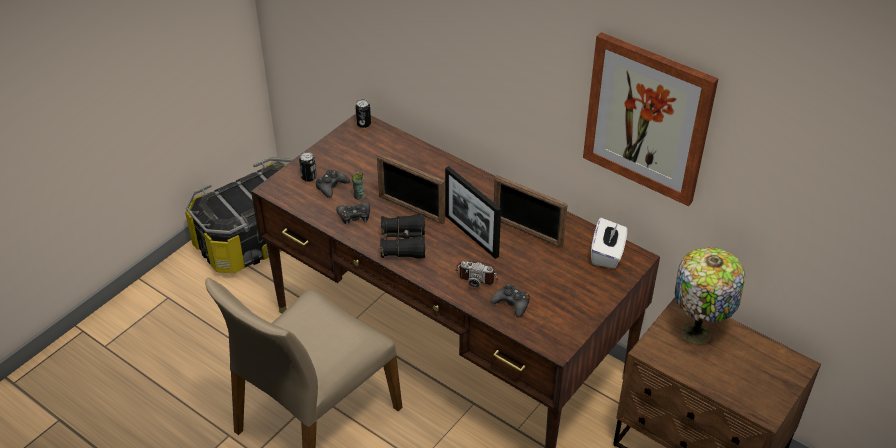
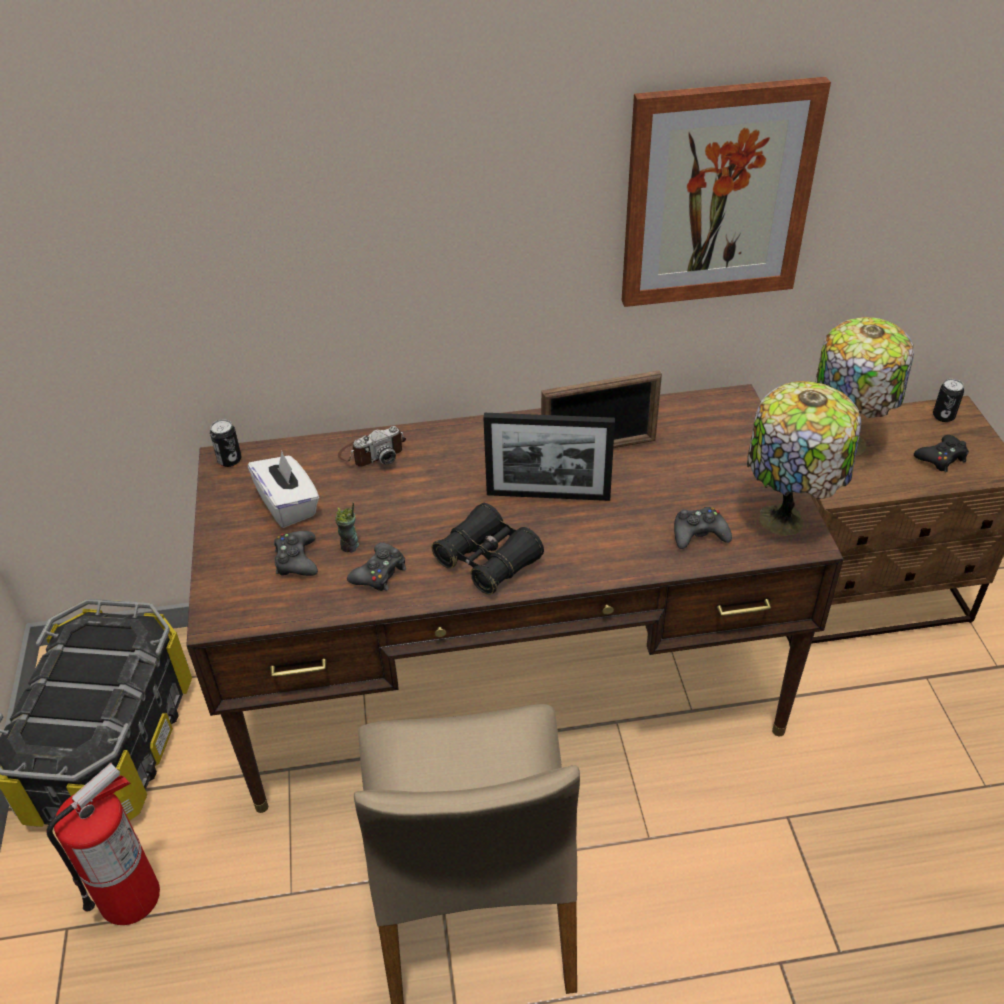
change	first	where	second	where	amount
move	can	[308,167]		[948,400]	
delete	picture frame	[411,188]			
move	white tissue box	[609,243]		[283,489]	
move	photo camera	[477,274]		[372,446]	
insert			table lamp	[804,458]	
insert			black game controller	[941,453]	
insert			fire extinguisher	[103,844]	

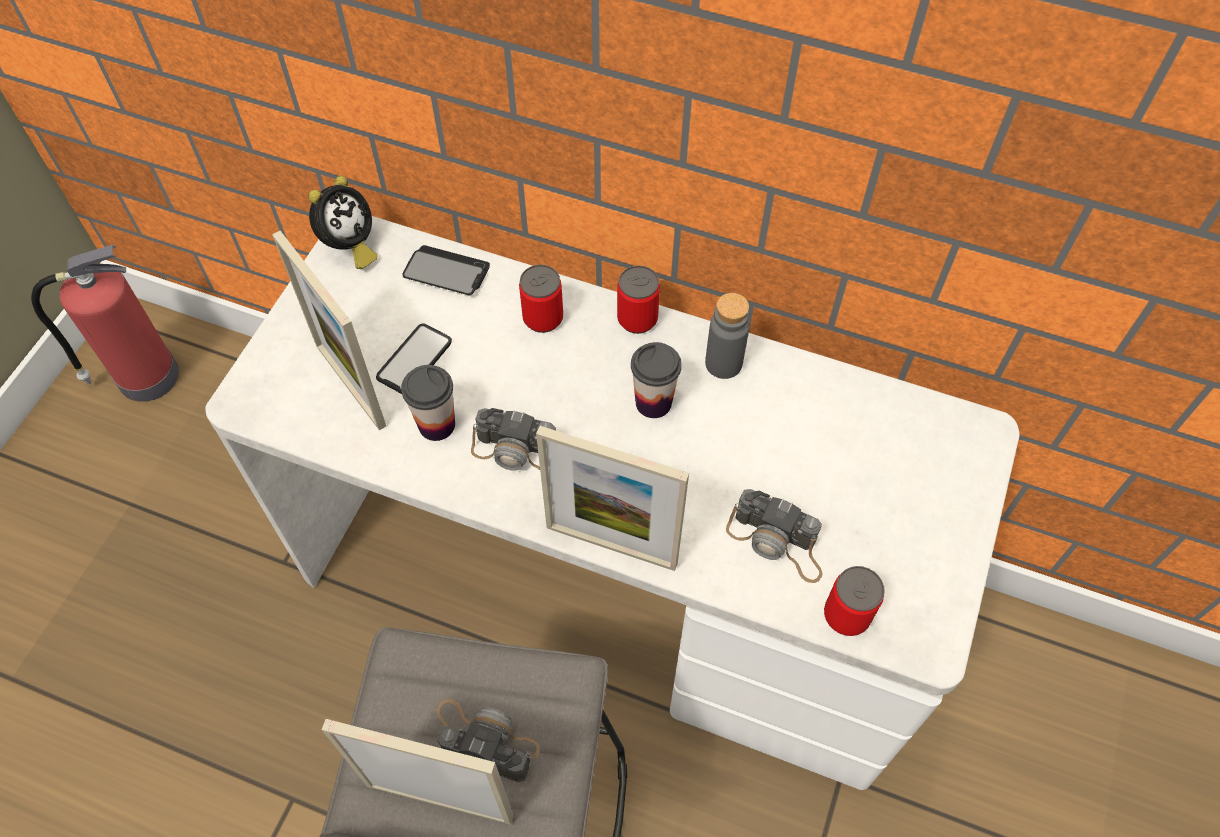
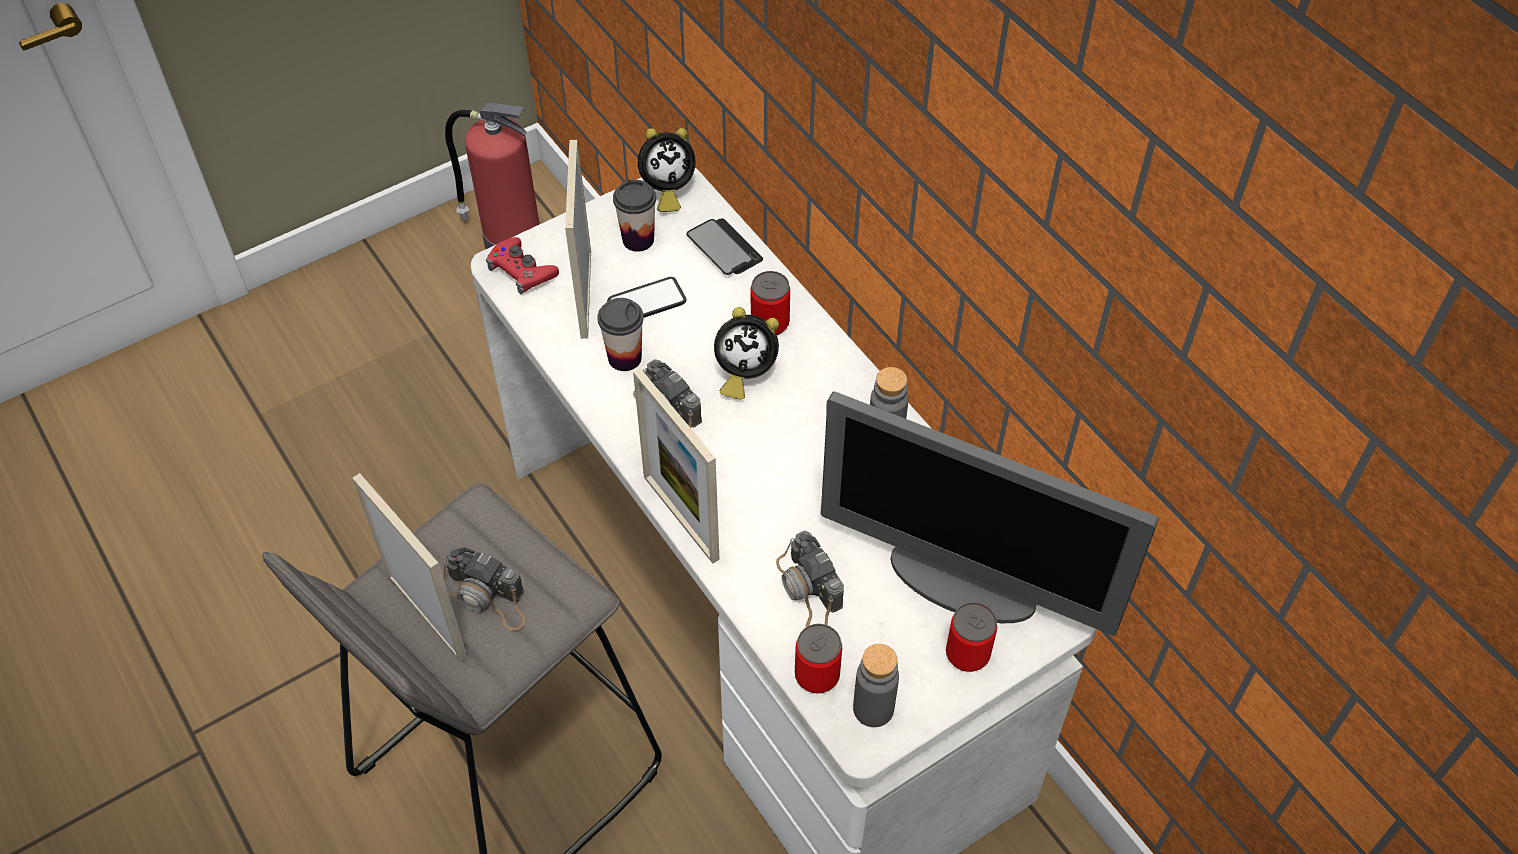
change	first	where	second	where	amount
move	can	[638,300]		[971,637]	
move	cup	[656,380]		[634,216]	
rotate	photo camera	[488,740]		[484,588]	150 degrees clockwise
insert			red game controller	[522,265]	
insert			alarm clock	[746,353]	
insert			monitor	[989,513]	
insert			grey bottle	[876,685]	

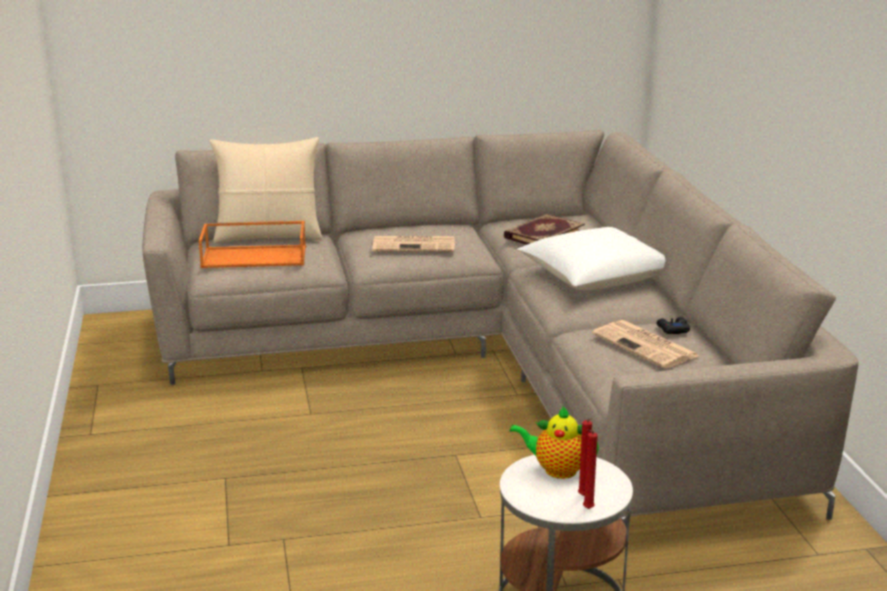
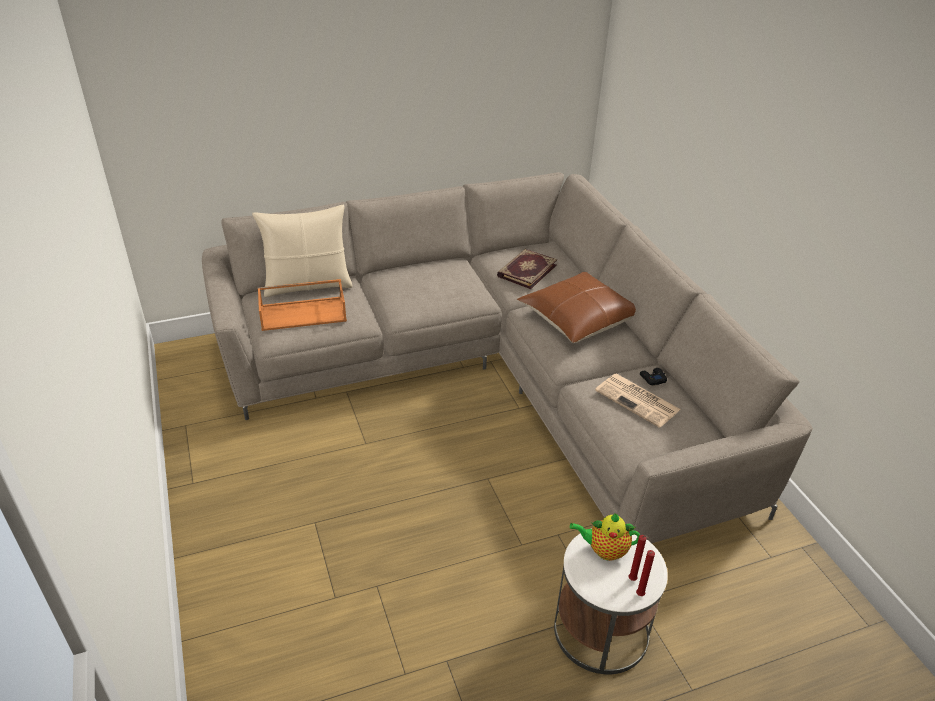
change	first	where	second	where	amount
recolor	white pillow	[591,259]	brown pillow	[576,307]	
delete	newspaper	[413,244]			

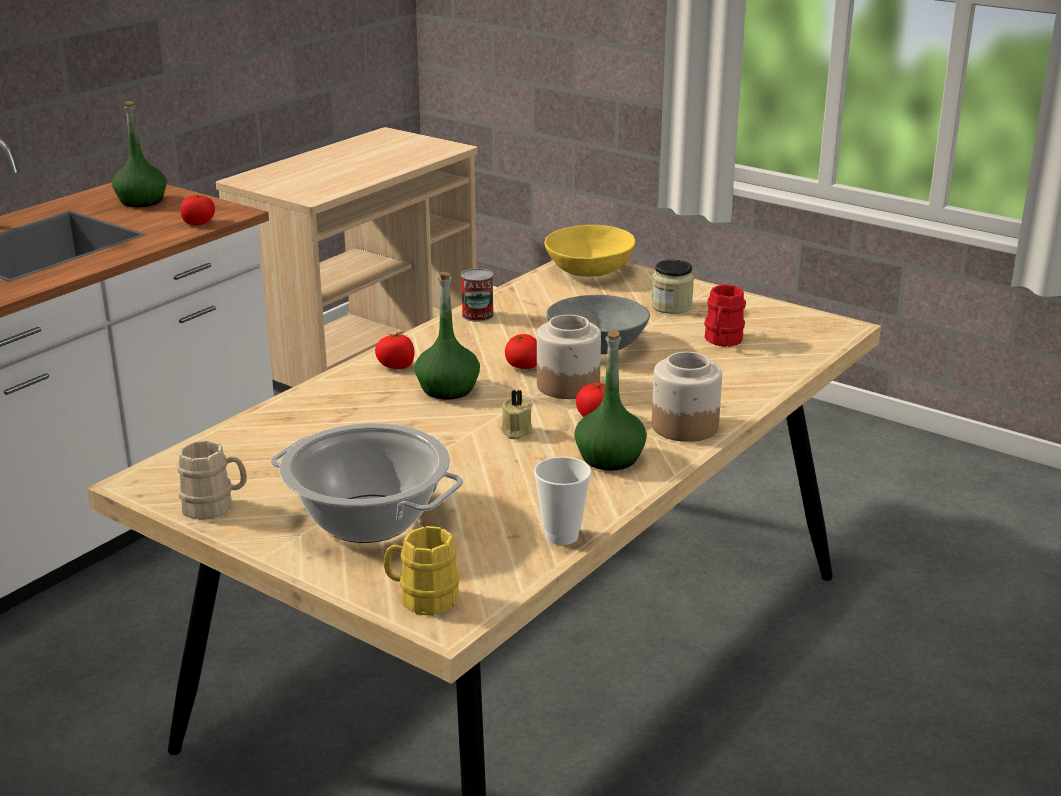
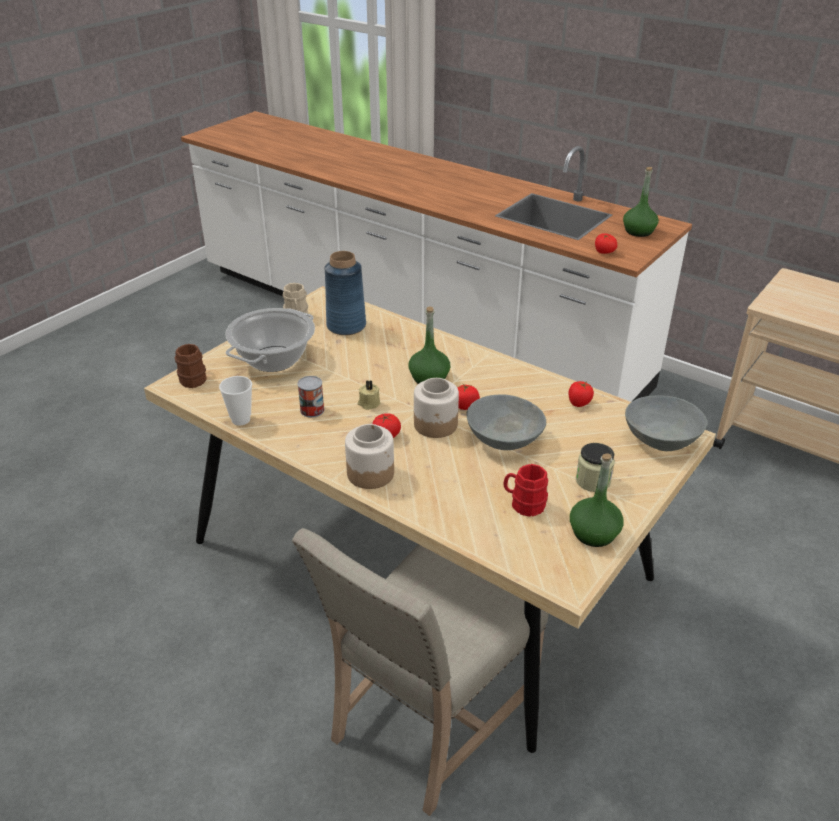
change	first	where	second	where	amount
recolor	yellow bowl	[590,251]	grey bowl	[666,423]	
move	can	[477,295]		[310,397]	
move	green bottle	[610,400]		[597,500]	
move	tomato	[394,350]		[581,394]	
recolor	yellow mug	[422,571]	brown mug	[191,366]	
insert			blue vase	[345,293]	
insert			beige chair	[420,672]	

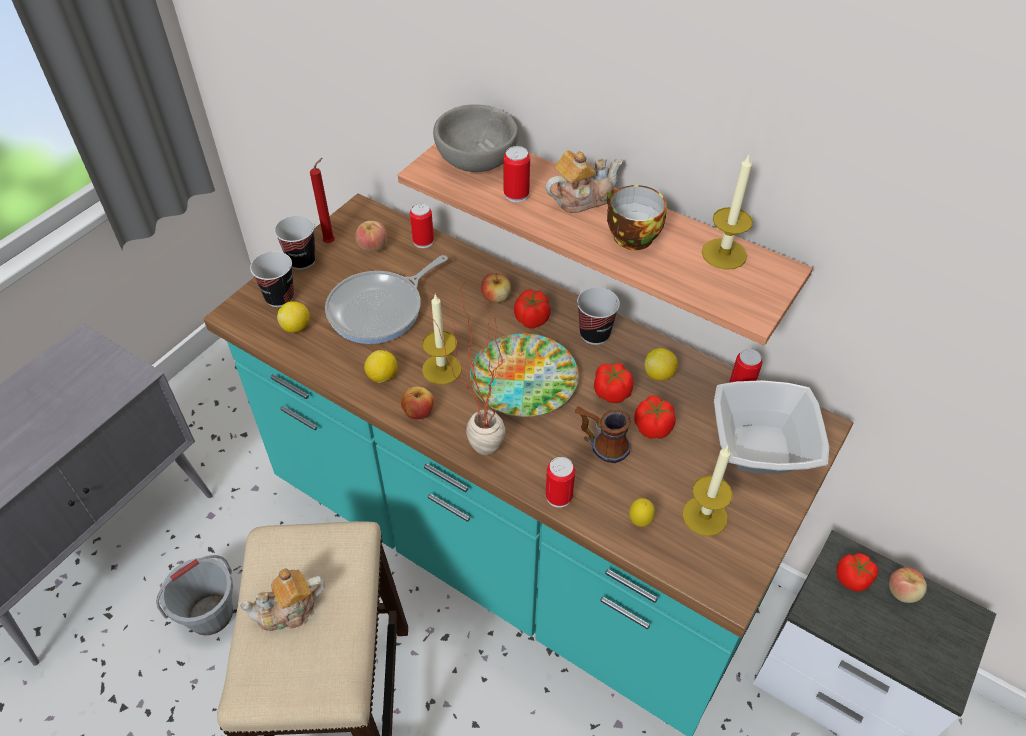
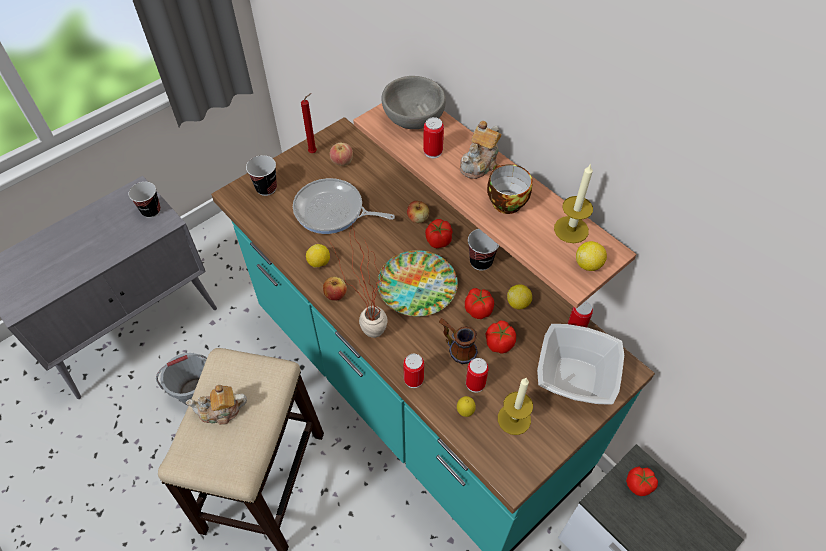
change	first	where	second	where	amount
rotate	teapot	[584,181]		[480,150]	135 degrees clockwise
move	can	[422,225]		[477,375]	
move	cup	[295,242]		[144,200]	
rotate	frying pan	[386,299]		[344,206]	45 degrees clockwise
delete	candle	[442,339]			
move	lemon	[293,317]		[591,256]	
delete	apple	[908,585]			

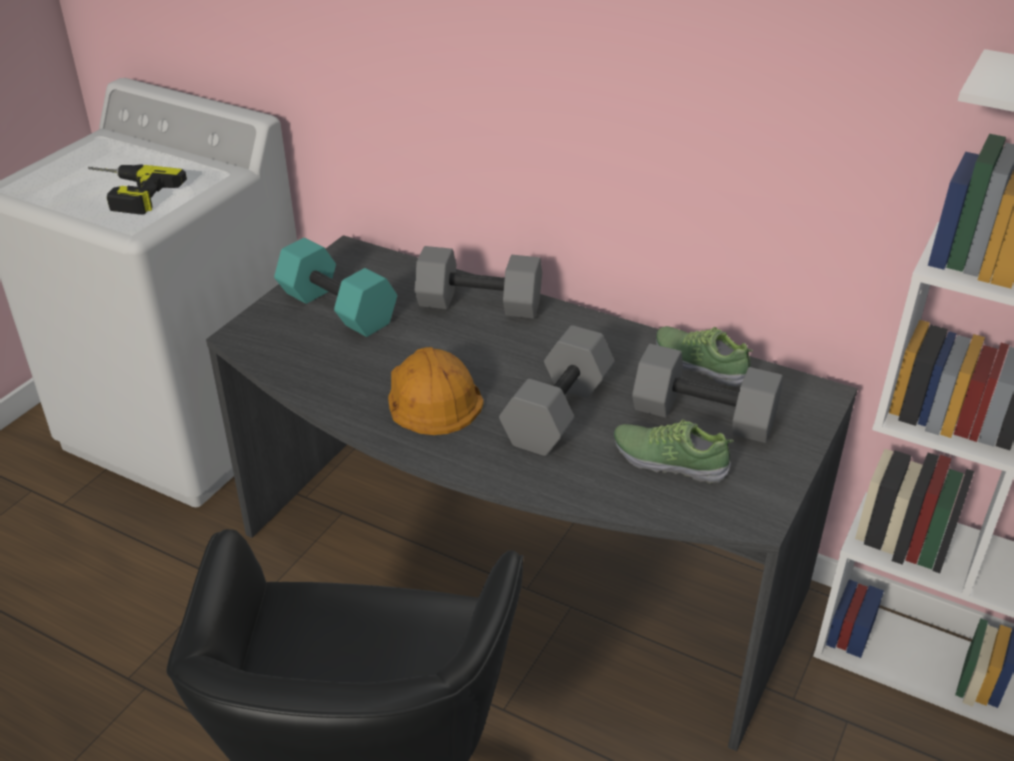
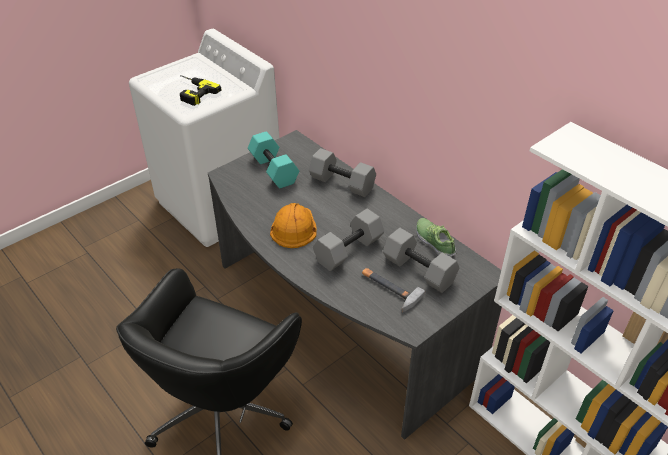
change	first	where	second	where	amount
replace	shoe	[674,451]	hammer	[393,290]	

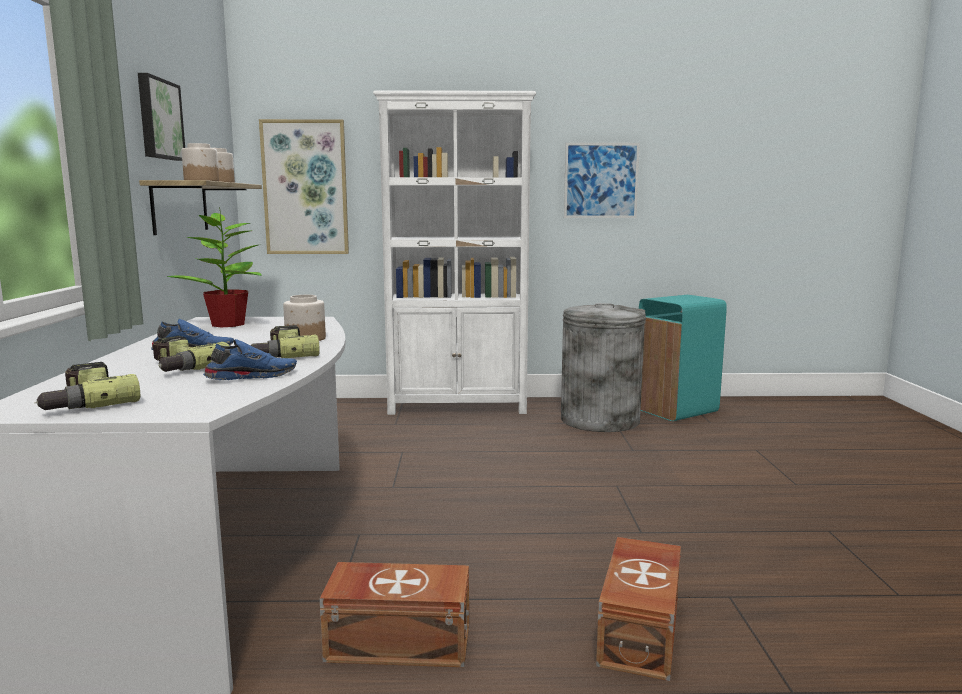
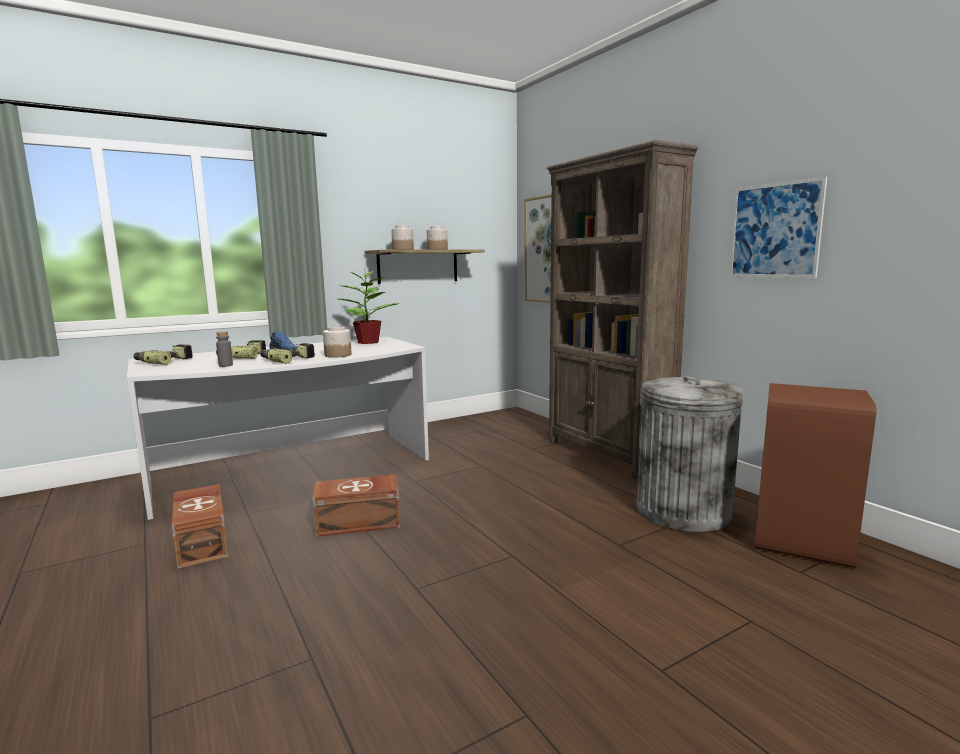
change	first	where	second	where	amount
delete	picture	[161,117]			
recolor	white bookcase	[454,252]	brown bookcase	[622,309]	
recolor	turquoise trash can	[683,358]	brown trash can	[815,475]	
replace	blue shoe	[250,359]	grey bottle	[224,349]	
move	brown storage box	[638,609]		[356,505]	

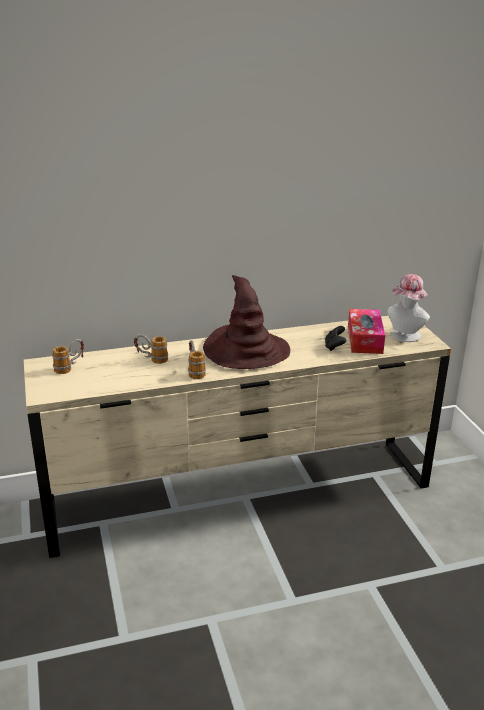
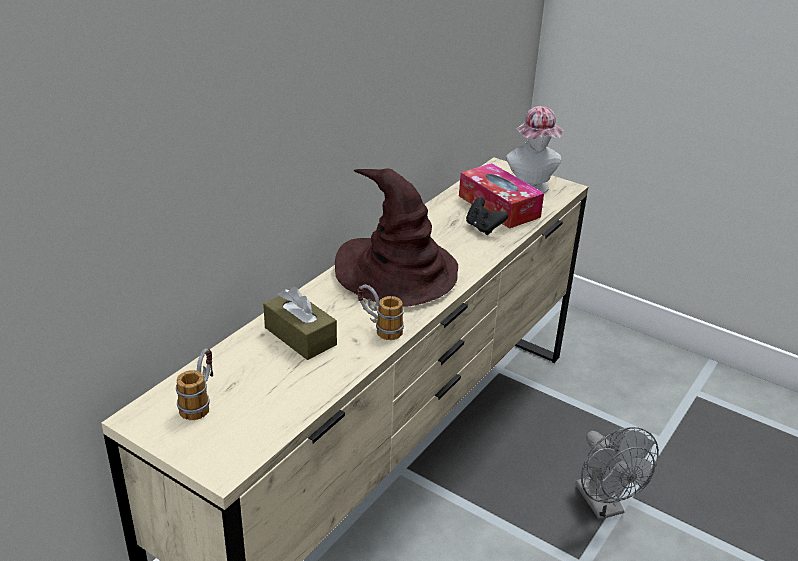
change	first	where	second	where	amount
replace	mug	[151,349]	brown tissue box	[300,323]	
insert			grey fan	[617,473]	

